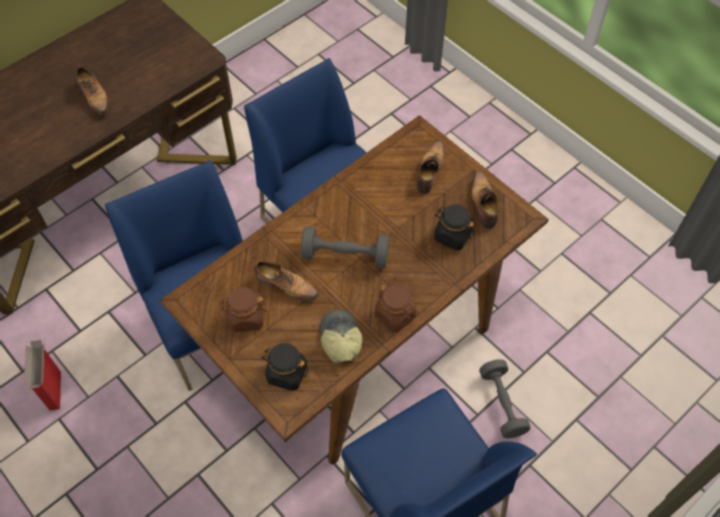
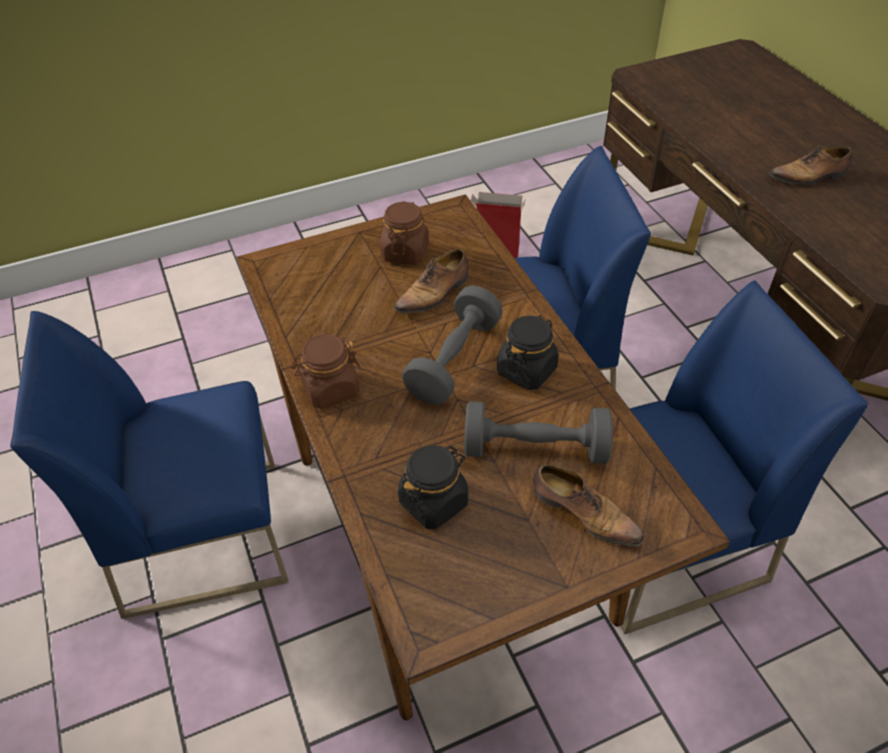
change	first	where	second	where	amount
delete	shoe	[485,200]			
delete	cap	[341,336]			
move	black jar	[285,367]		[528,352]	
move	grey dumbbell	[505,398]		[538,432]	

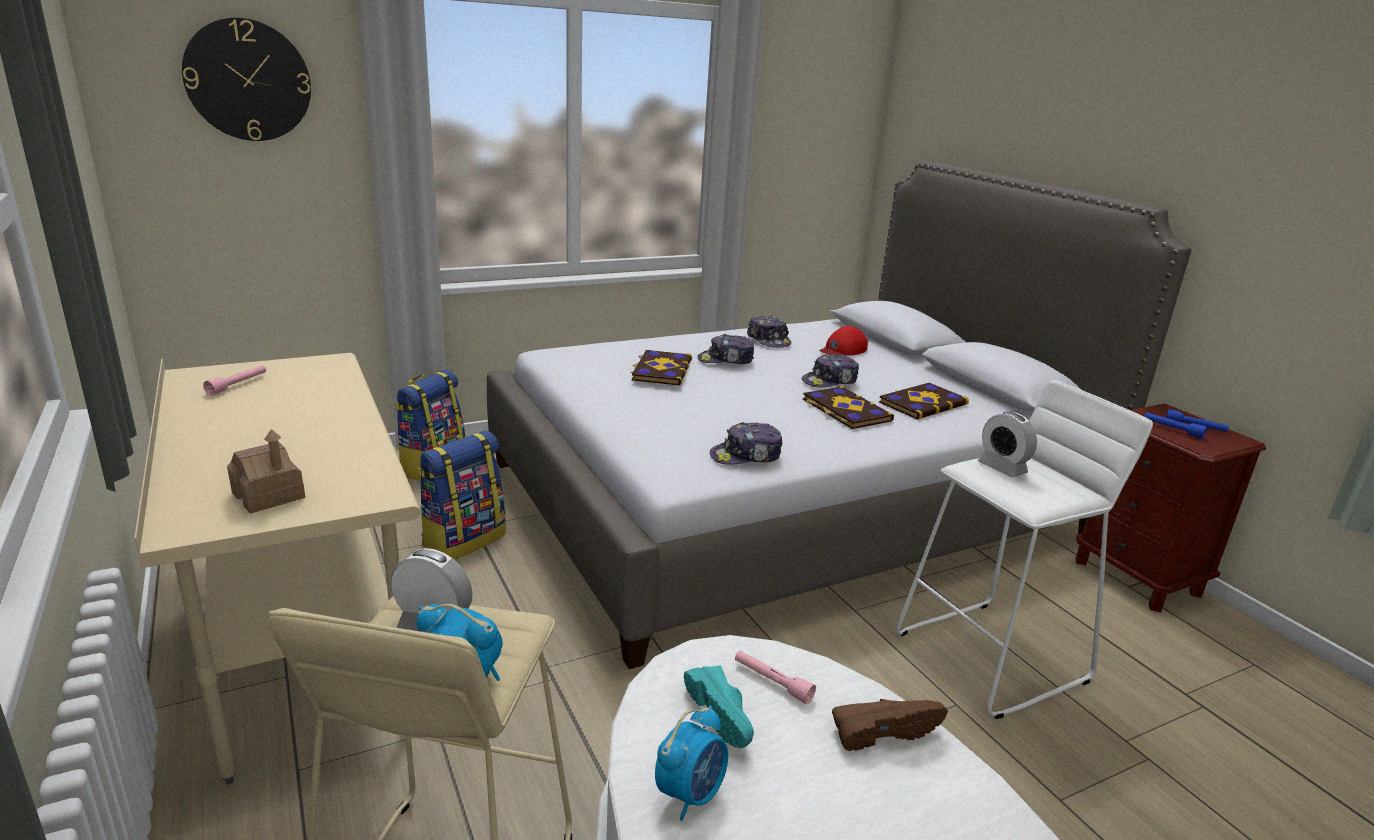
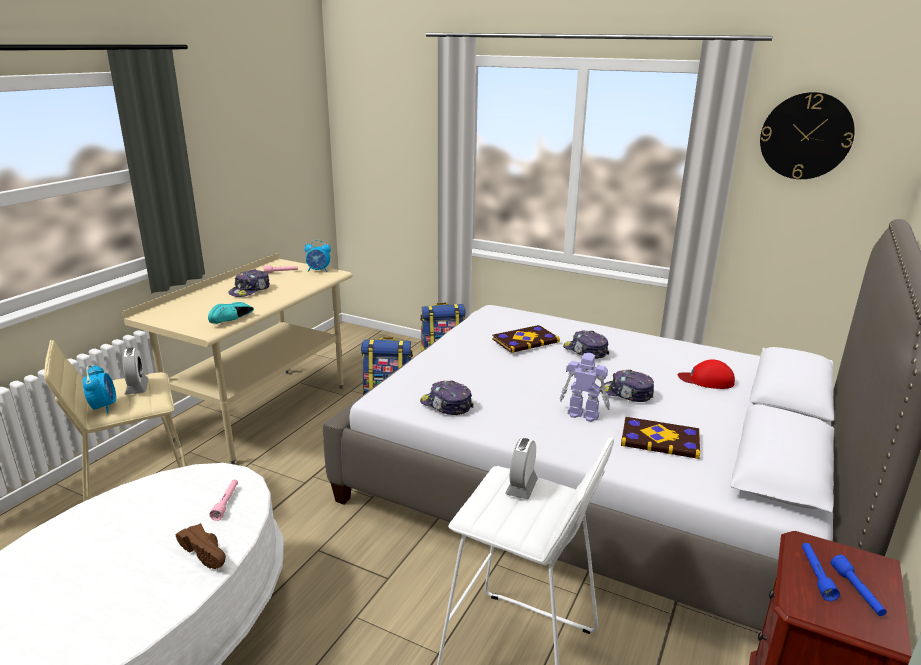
change	first	where	second	where	amount
move	wall clock	[246,79]		[807,135]	
move	cap	[769,331]		[248,283]	
replace	book	[848,407]	toy robot	[585,387]	
delete	toy house	[266,471]			
move	turquoise shoe	[719,707]		[231,313]	
move	alarm clock	[691,763]		[318,256]	

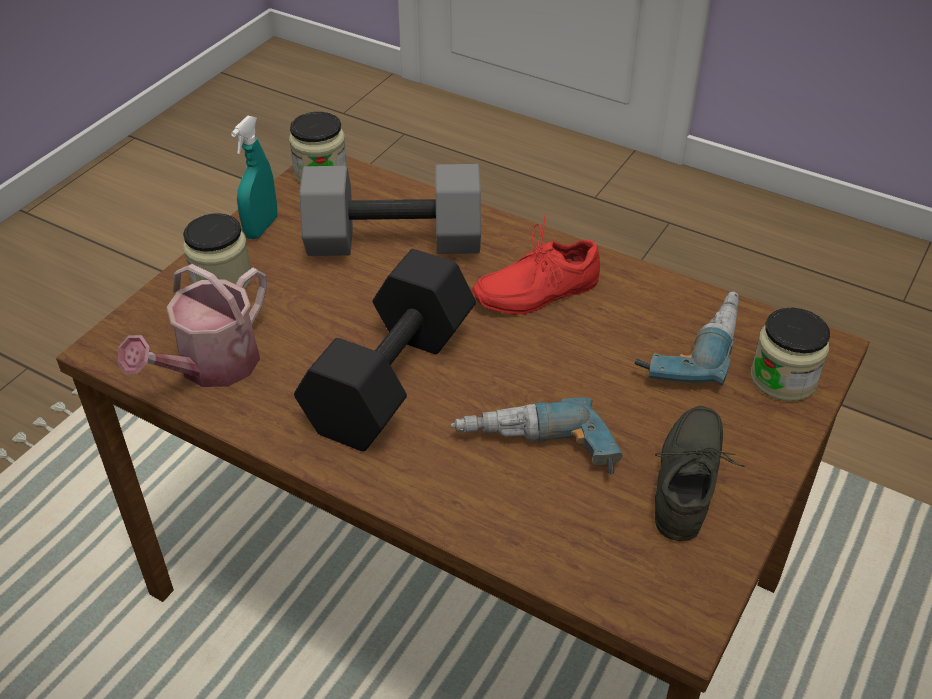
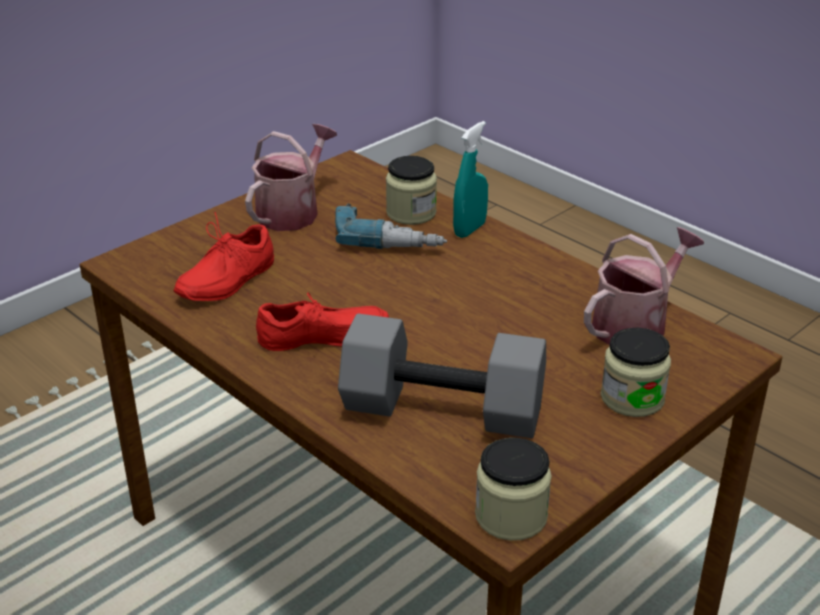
change	first	where	second	where	amount
move	turquoise spray bottle	[254,177]		[470,179]	
delete	black dumbbell	[385,350]			
replace	power drill	[686,339]	red shoe	[224,256]	
move	jar	[790,354]		[411,190]	
replace	grey shoe	[699,473]	watering can	[291,177]	

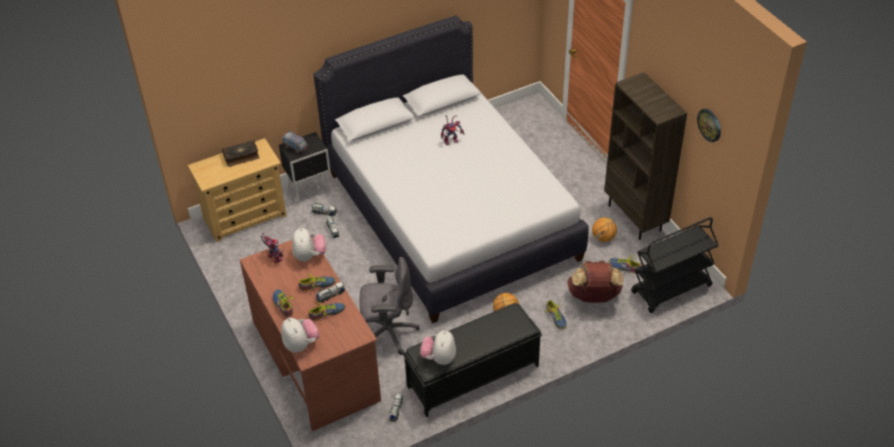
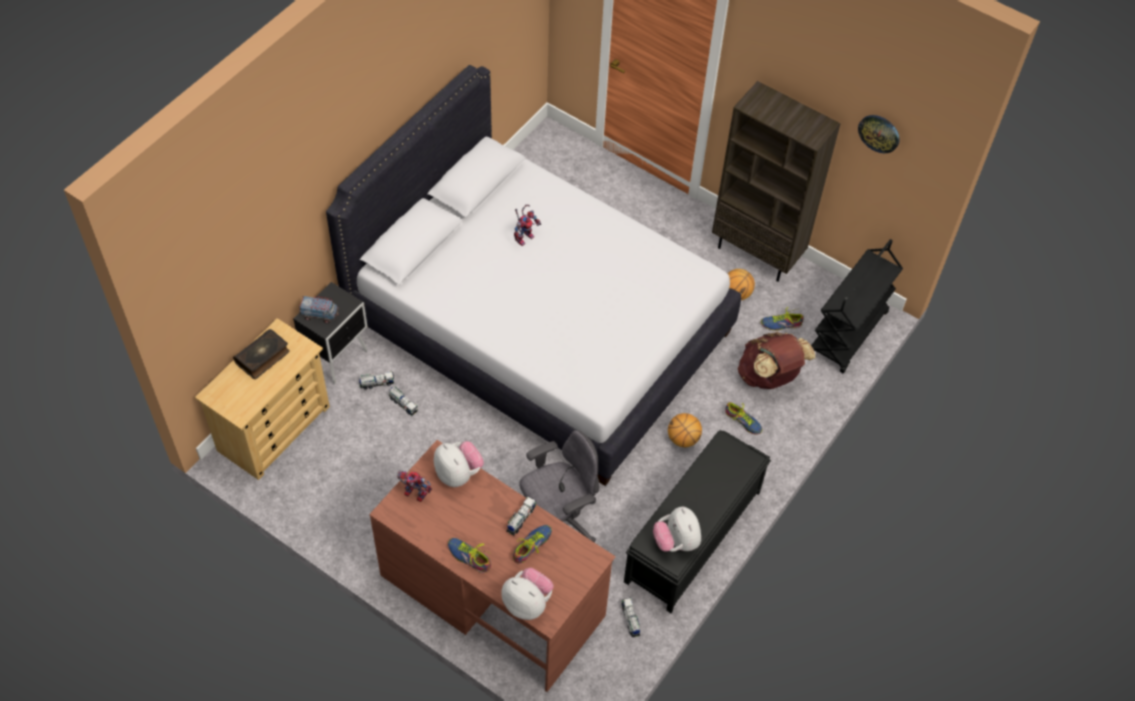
change	first	where	second	where	amount
delete	shoe	[317,282]			

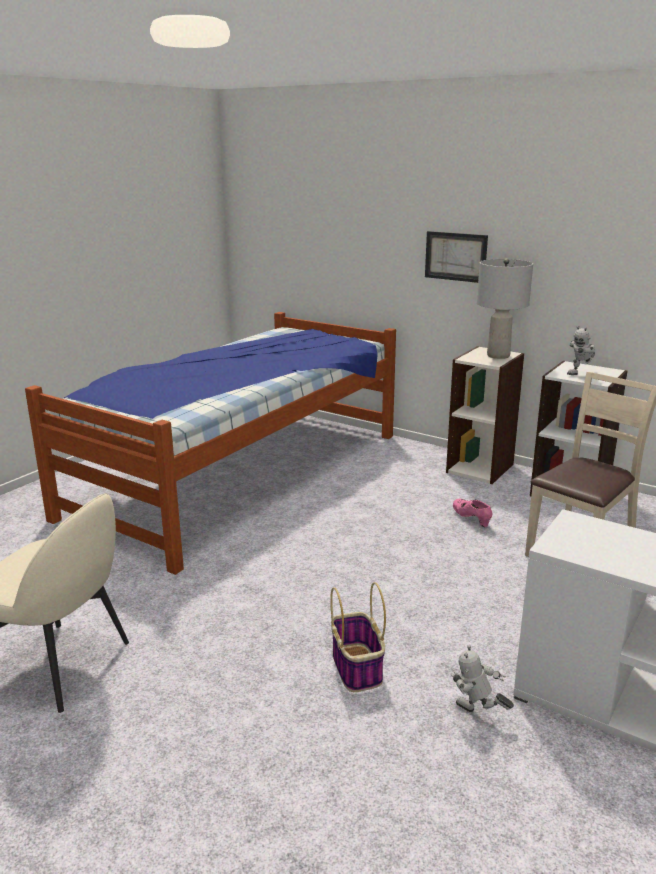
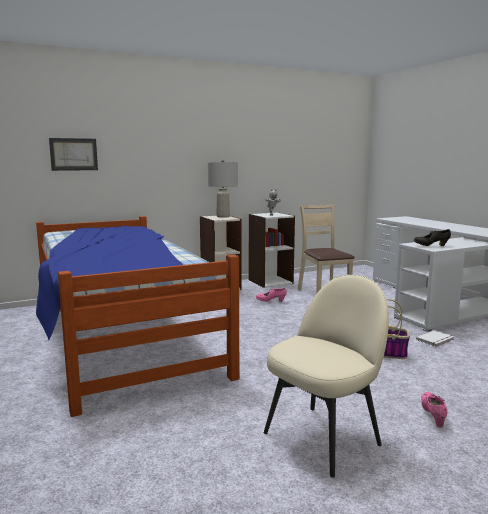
change	first	where	second	where	amount
move	picture	[456,257]		[73,154]	
replace	toy robot	[482,678]	white book	[435,338]	
insert			black shoe	[432,237]	
insert			pink shoe	[434,410]	

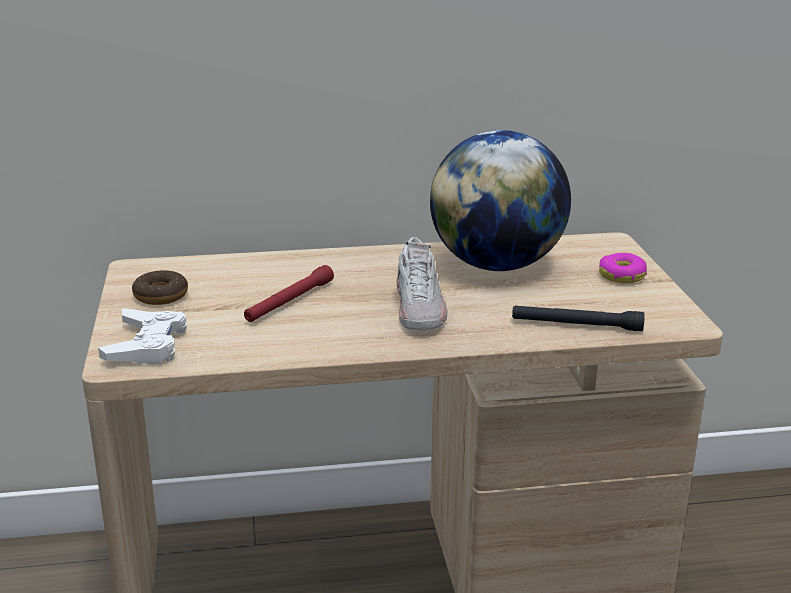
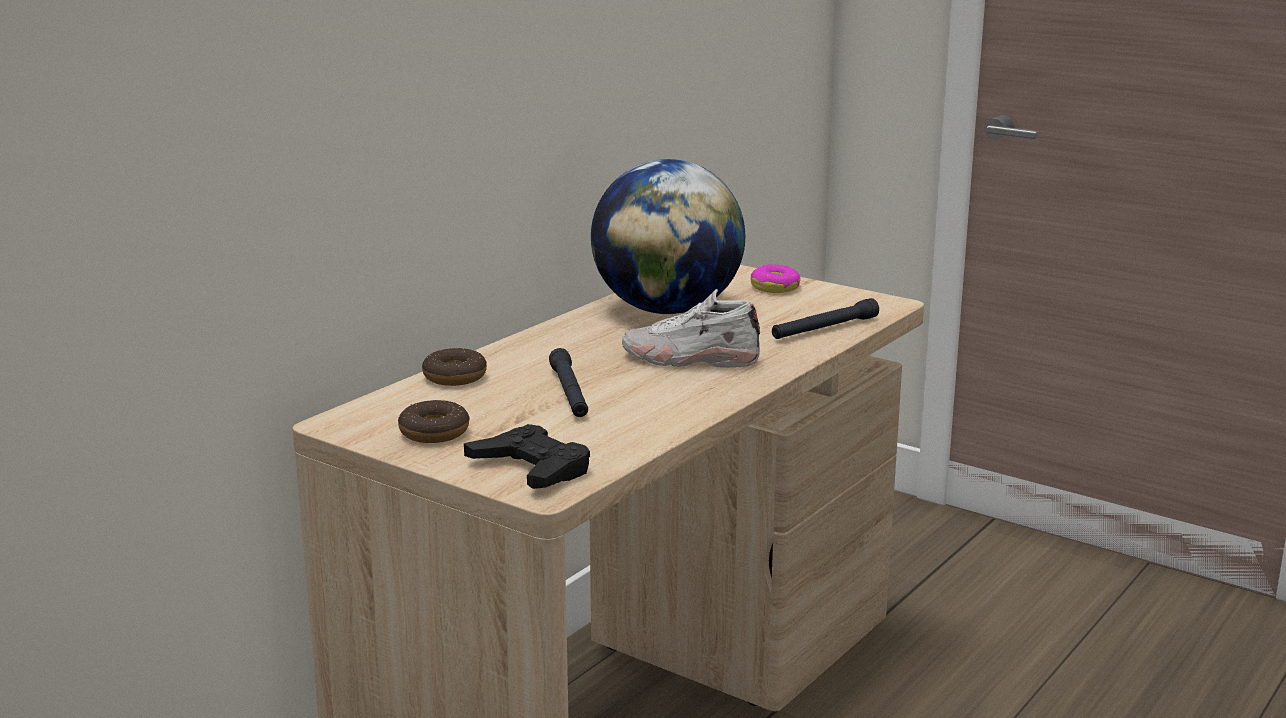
change	first	where	second	where	amount
rotate	white shoe	[421,283]		[691,328]	150 degrees clockwise
recolor	red flashlight	[289,293]	black flashlight	[568,382]	
recolor	white game controller	[142,336]	black game controller	[527,456]	
insert			donut	[454,367]	

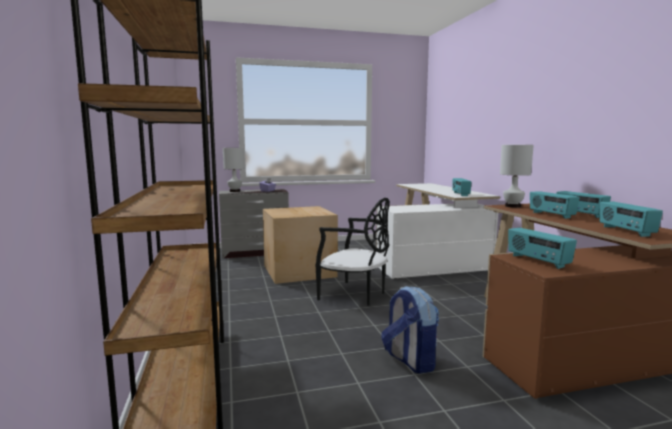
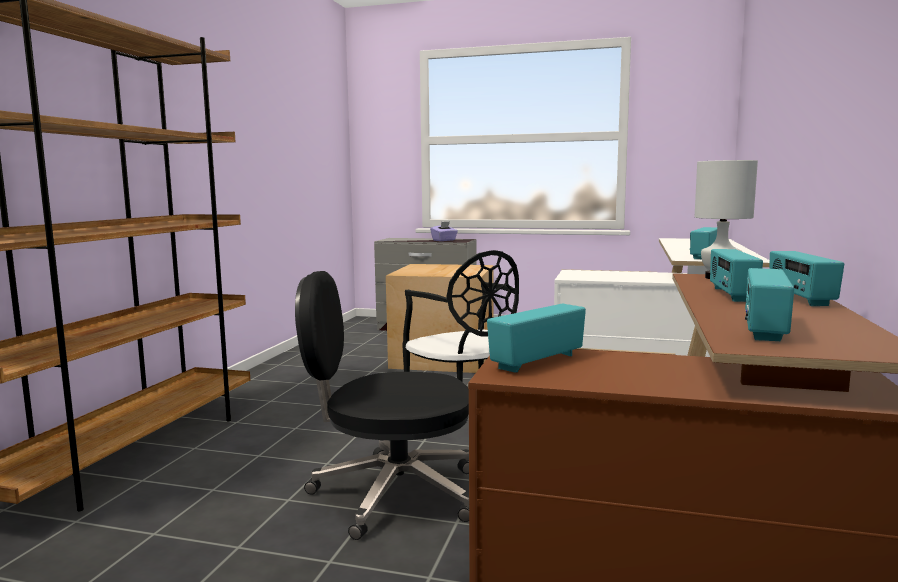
change	first	where	second	where	amount
delete	white table lamp	[233,170]			
rotate	radio	[542,248]		[536,338]	45 degrees clockwise
replace	backpack	[410,330]	black office chair	[382,405]	

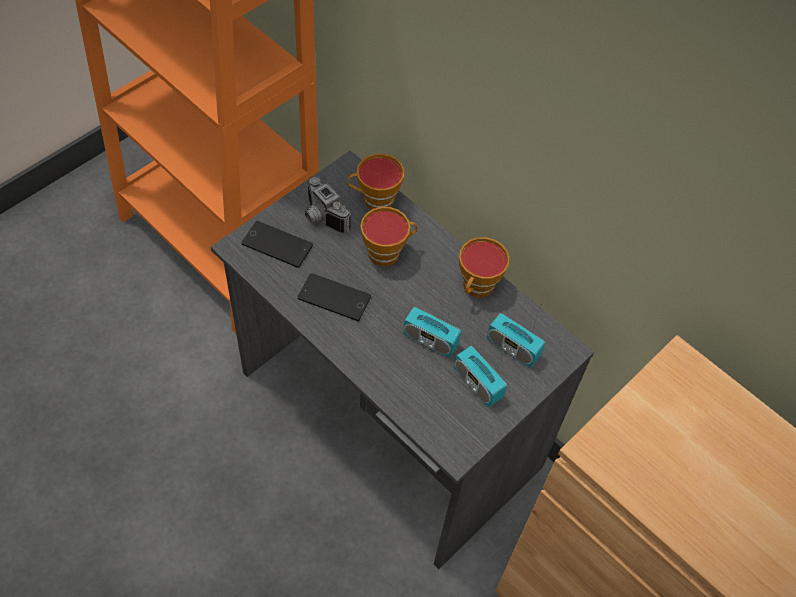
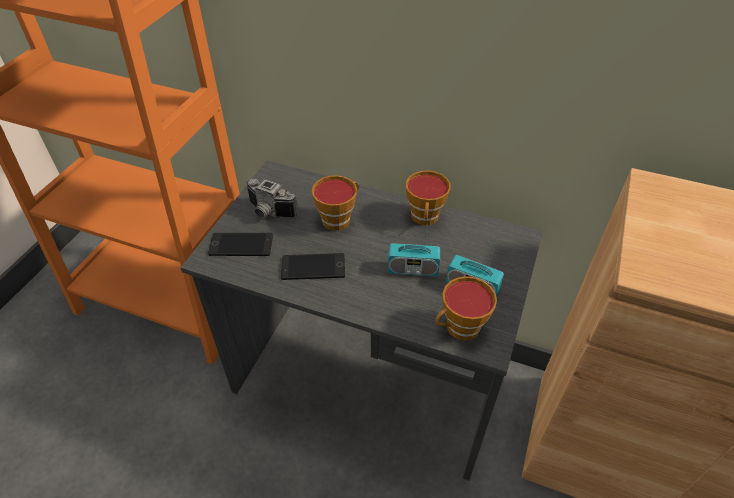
change	first	where	second	where	amount
move	cup	[376,181]		[466,308]	
delete	radio	[516,335]			

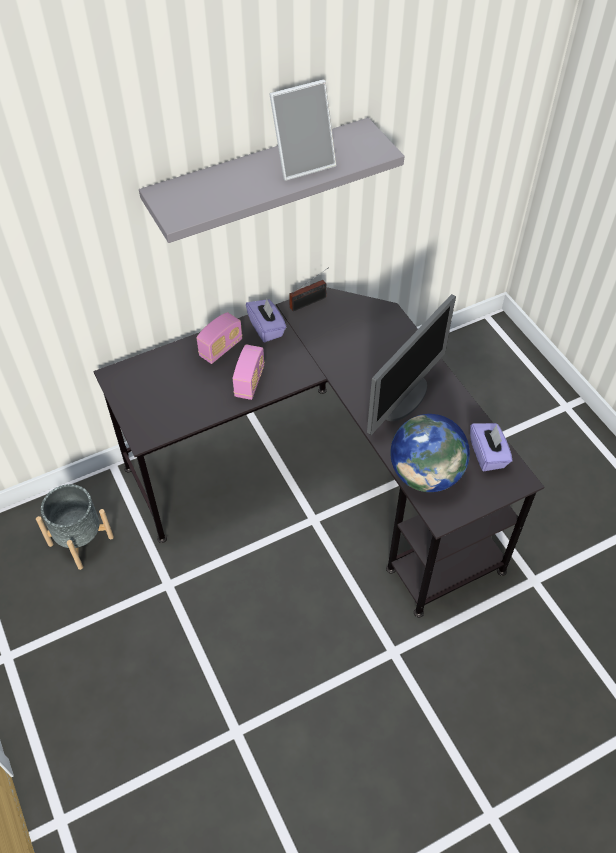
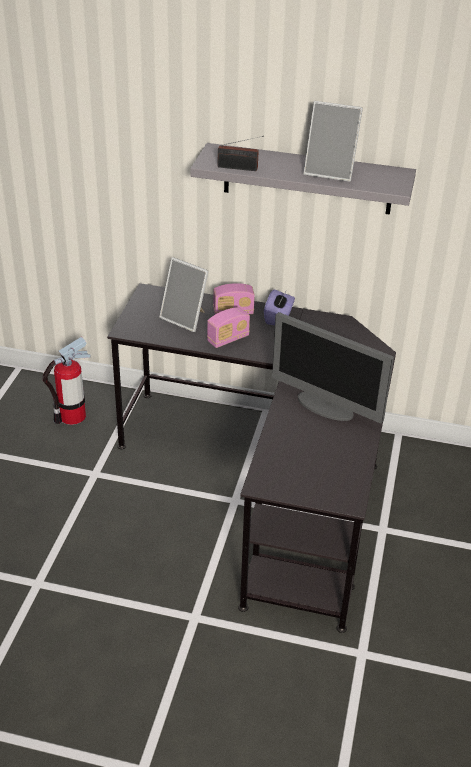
change	first	where	second	where	amount
move	radio	[308,289]		[241,153]	
rotate	monitor	[411,364]		[333,367]	45 degrees clockwise
delete	globe	[430,453]			
delete	purple tissue box	[491,447]			
replace	grey planter	[75,527]	fire extinguisher	[67,381]	
insert			picture frame	[184,294]	

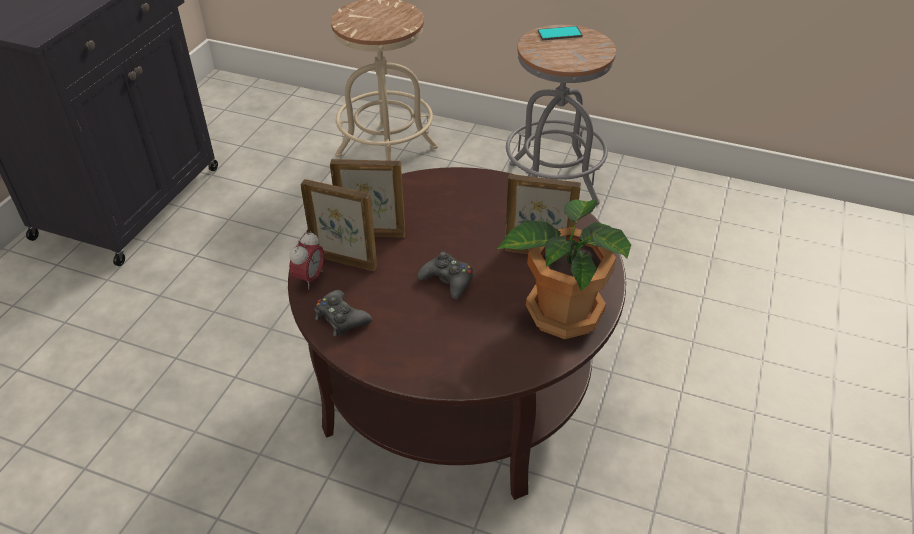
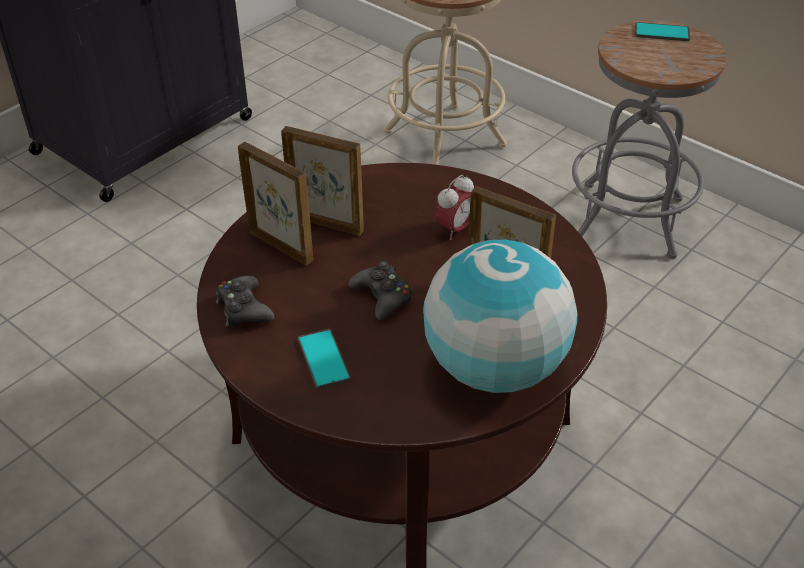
change	first	where	second	where	amount
replace	potted plant	[564,269]	globe	[500,316]	
move	alarm clock	[306,260]		[454,207]	
insert			phone	[324,359]	

